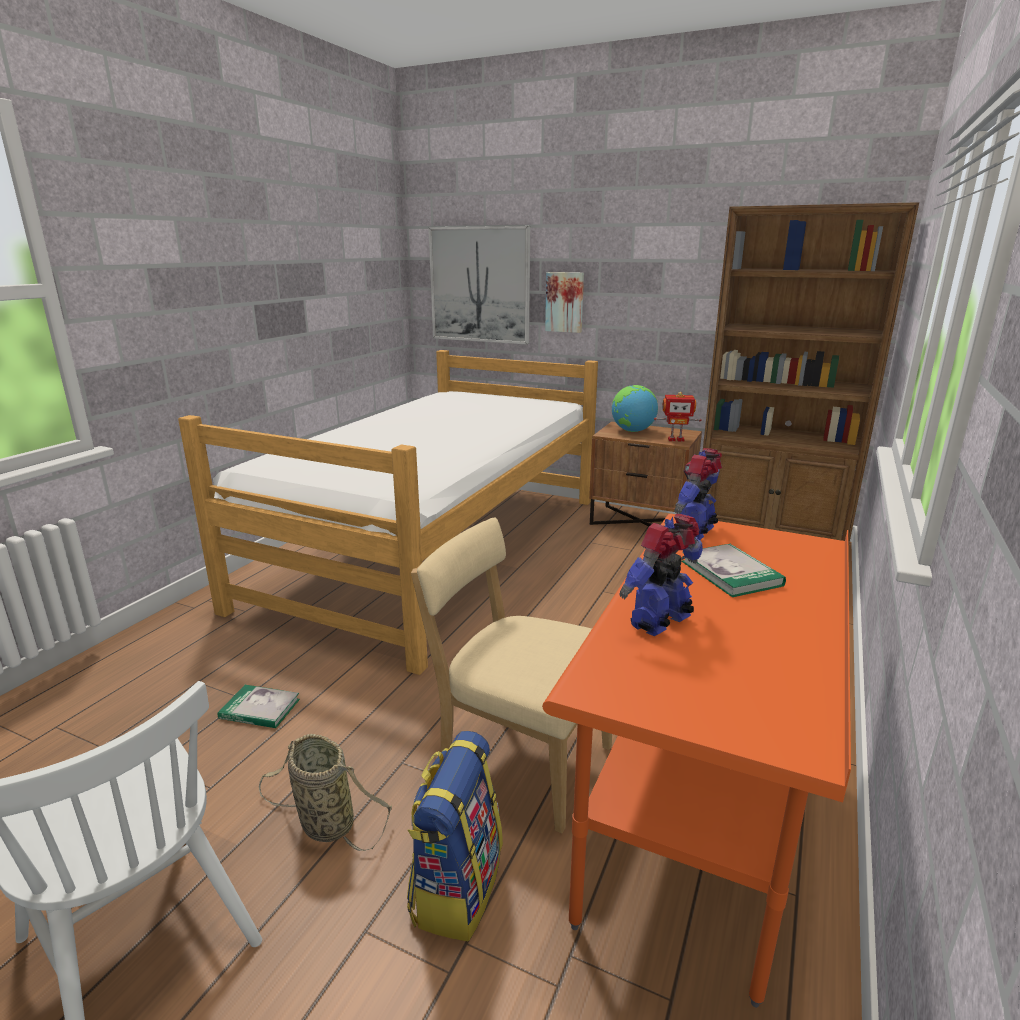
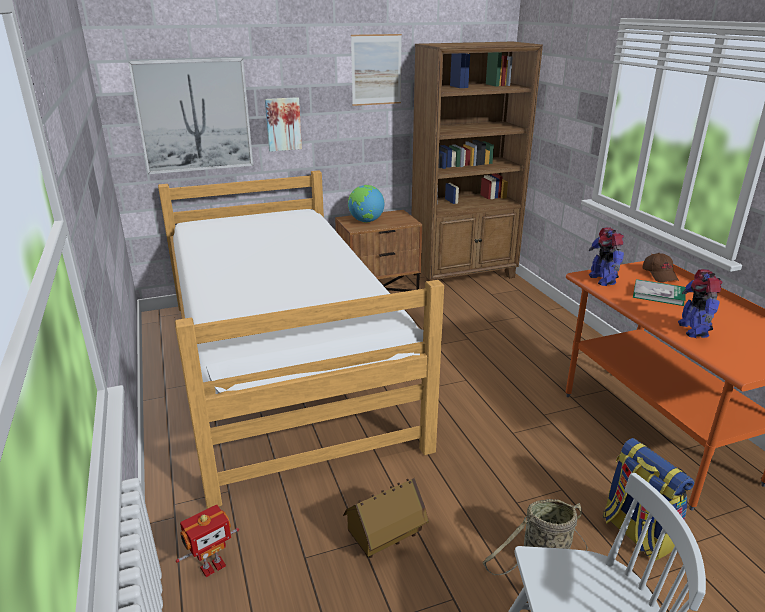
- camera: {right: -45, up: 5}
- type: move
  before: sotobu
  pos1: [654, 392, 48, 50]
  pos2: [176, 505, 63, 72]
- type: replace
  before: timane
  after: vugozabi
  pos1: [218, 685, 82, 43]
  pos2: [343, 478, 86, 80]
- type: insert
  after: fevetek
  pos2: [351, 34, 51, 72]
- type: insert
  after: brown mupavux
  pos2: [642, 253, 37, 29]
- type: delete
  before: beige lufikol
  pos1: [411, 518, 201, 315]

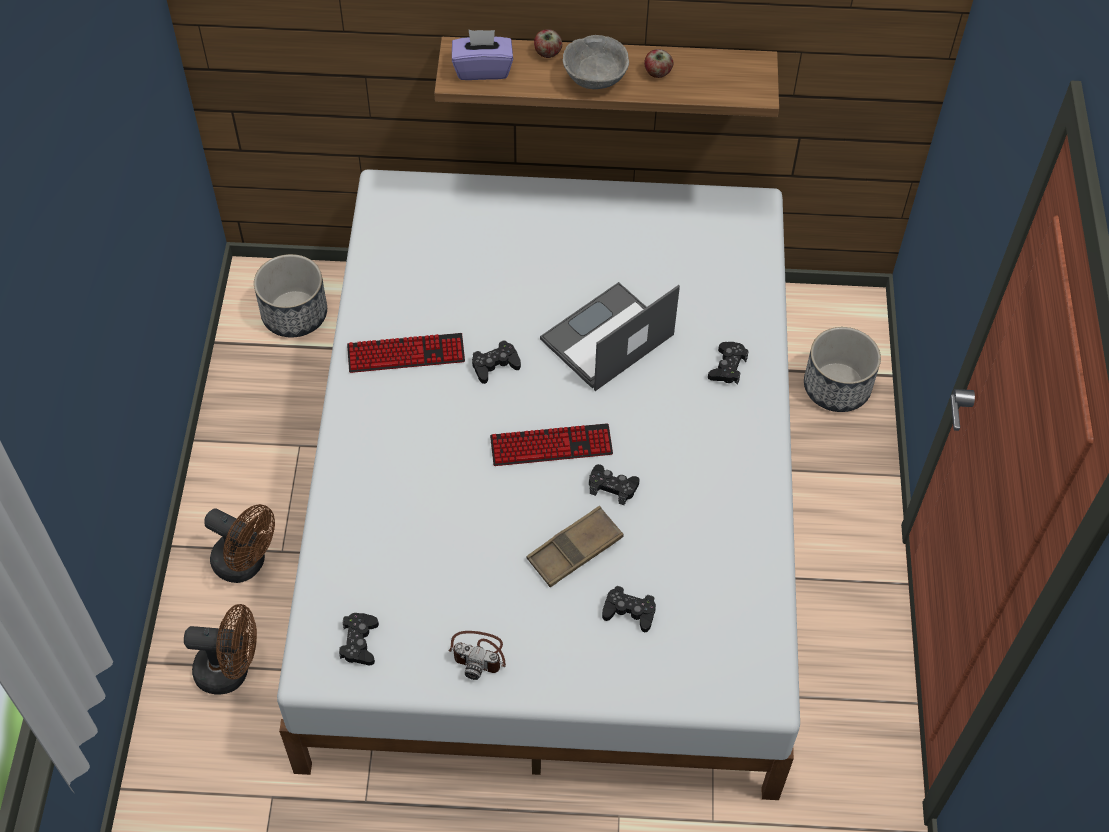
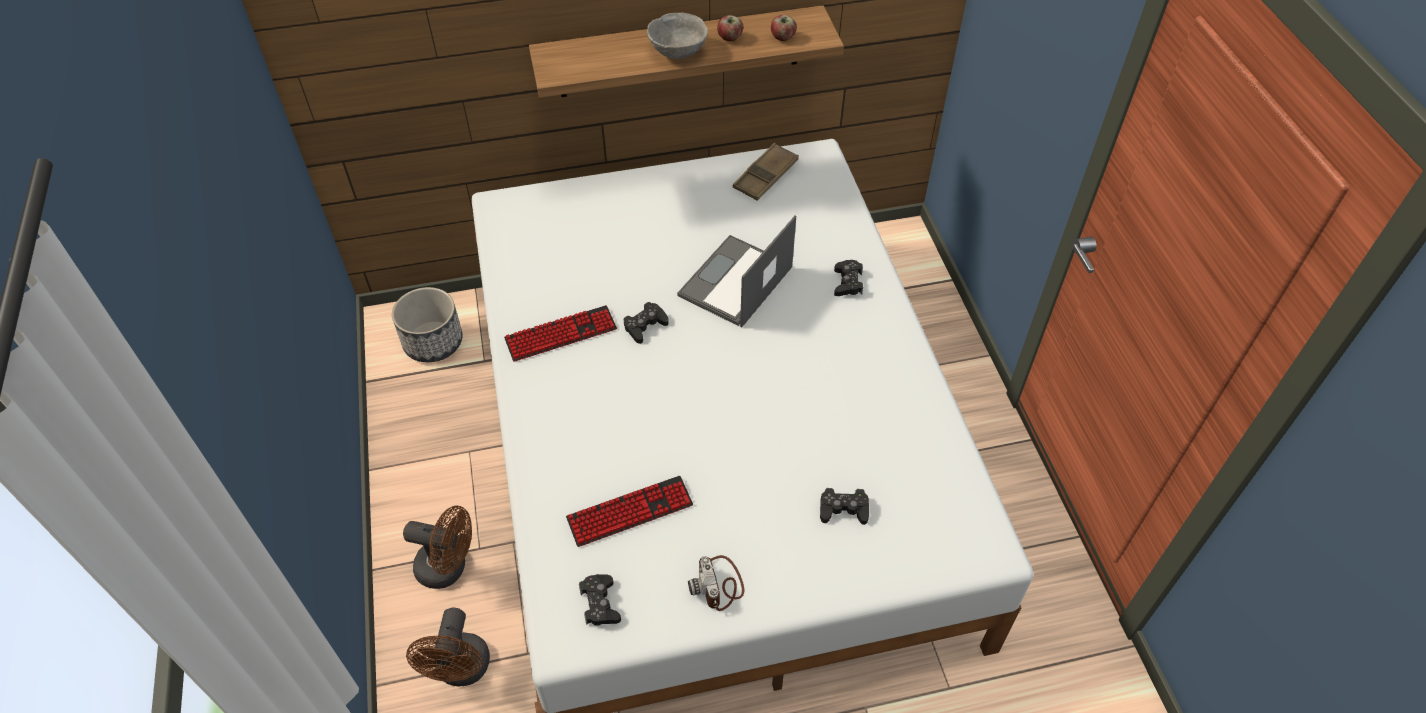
- camera: {right: -15, up: -5}
- type: rotate
  before: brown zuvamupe
  pos1: [184, 604, 73, 91]
  pos2: [406, 608, 84, 78]
  turn: 105
- type: move
  before: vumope
  pos1: [490, 423, 123, 43]
  pos2: [566, 476, 127, 71]
- type: rotate
  before: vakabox
  pos1: [448, 631, 58, 49]
  pos2: [688, 555, 56, 56]
  turn: 75
- type: move
  before: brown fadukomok
  pos1: [526, 506, 98, 81]
  pos2: [733, 143, 66, 58]
- type: move
  before: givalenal
  pos1: [534, 29, 28, 29]
  pos2: [771, 15, 26, 26]
- type: delete
  before: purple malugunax
  pos1: [452, 30, 61, 50]
- type: delete
  before: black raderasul
  pos1: [589, 464, 51, 41]
- type: delete
  before: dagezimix
  pos1: [804, 327, 77, 85]

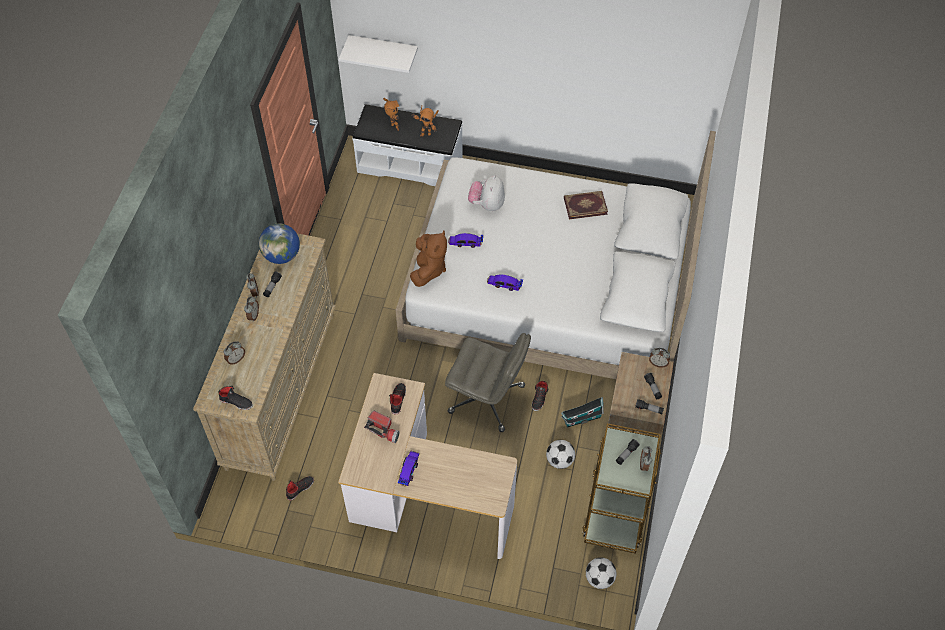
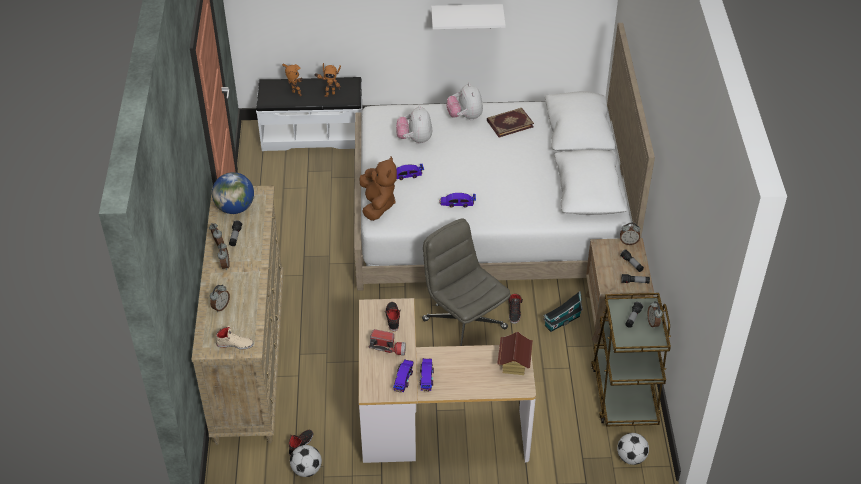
- camera: {right: -15, up: -10}
- type: recolor
  before: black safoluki
  after: beige safoluki
  pos1: [218, 386, 35, 24]
  pos2: [216, 326, 38, 24]
- type: move
  before: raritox
  pos1: [546, 440, 29, 29]
  pos2: [290, 445, 32, 32]
- type: insert
  after: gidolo
  pos2: [393, 359, 21, 34]
- type: rotate
  before: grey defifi
  pos1: [445, 333, 86, 99]
  pos2: [422, 219, 89, 127]
  turn: -135
- type: move
  before: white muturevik
  pos1: [339, 35, 79, 38]
  pos2: [431, 4, 75, 25]
- type: insert
  after: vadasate
  pos2: [446, 83, 37, 37]
- type: insert
  after: vugozabi
  pos2: [497, 332, 36, 43]

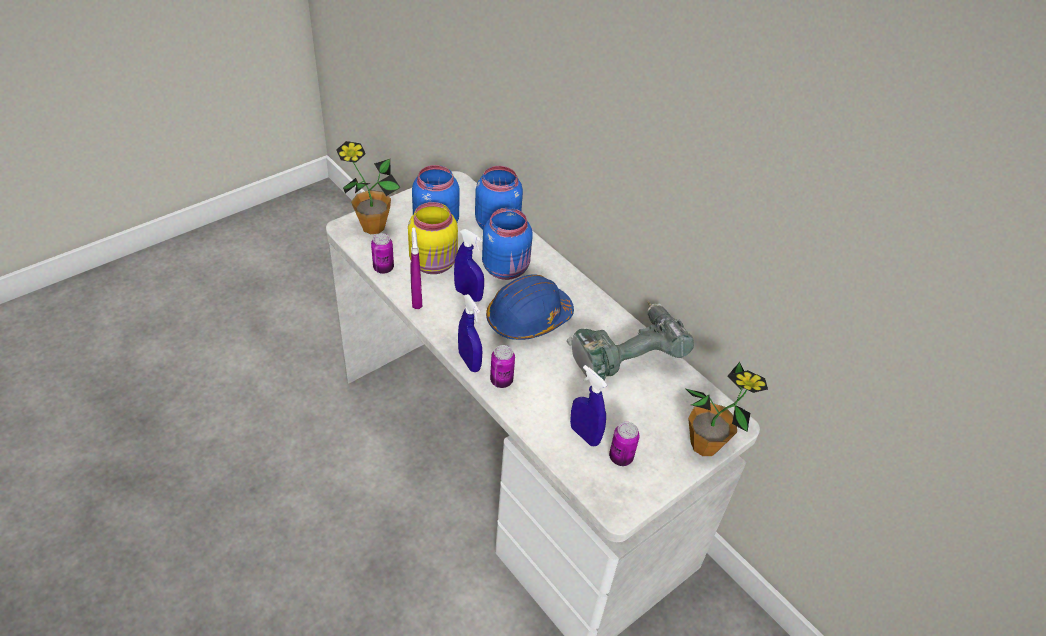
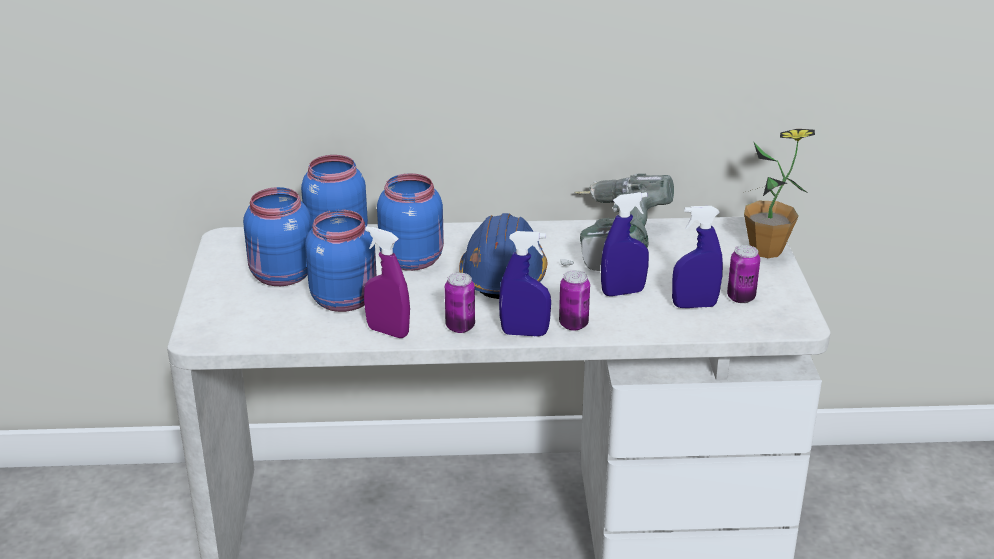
- camera: {right: -50, up: -15}
- type: recolor
  before: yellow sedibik
  after: blue sedibik
  pos1: [408, 202, 50, 72]
  pos2: [305, 210, 72, 102]
- type: move
  before: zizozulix
  pos1: [371, 233, 23, 41]
  pos2: [445, 273, 30, 60]
- type: move
  before: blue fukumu
  pos1: [454, 229, 30, 73]
  pos2: [601, 192, 48, 104]
- type: delete
  before: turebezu
  pos1: [336, 141, 65, 93]

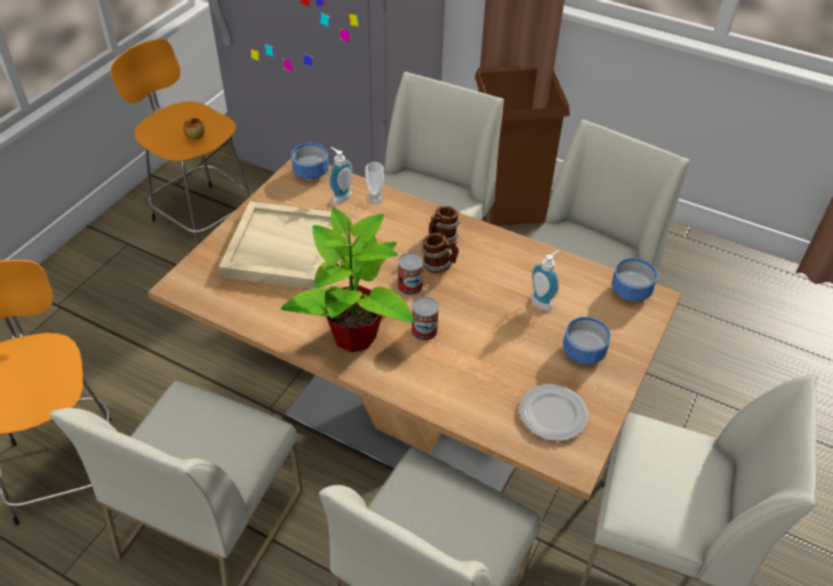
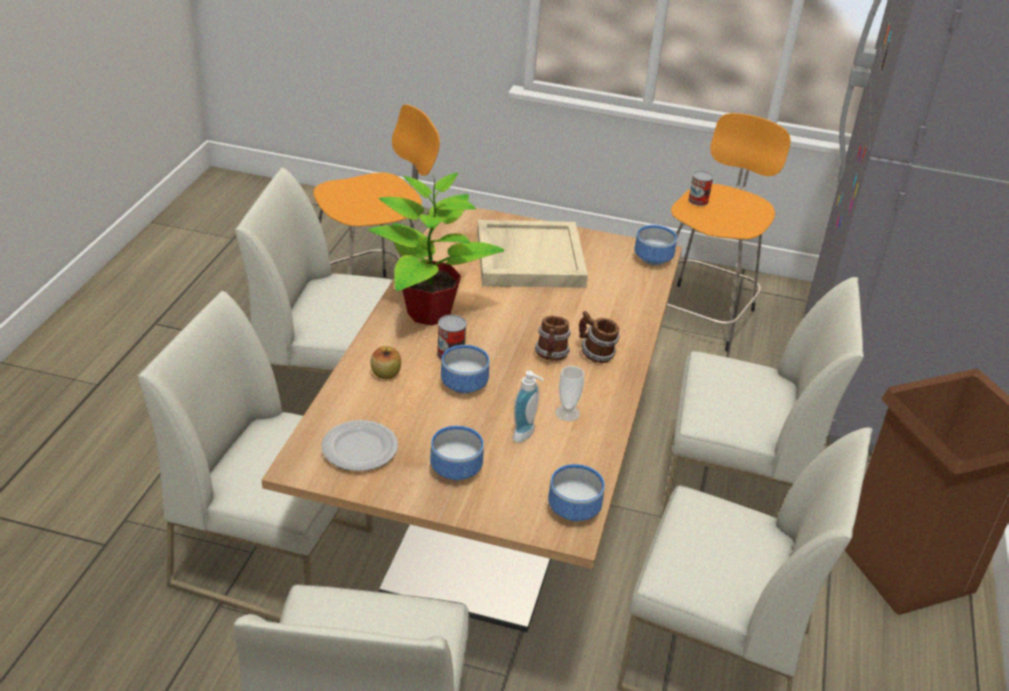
- camera: {right: 75, up: -10}
- type: move
  before: givalenal
  pos1: [183, 118, 22, 22]
  pos2: [370, 346, 31, 33]
- type: insert
  after: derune
  pos2: [441, 345, 48, 49]
- type: move
  before: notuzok
  pos1: [365, 162, 20, 42]
  pos2: [555, 366, 30, 55]
- type: move
  before: zizozulix
  pos1: [398, 253, 25, 42]
  pos2: [688, 171, 25, 35]
- type: delete
  before: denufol
  pos1: [329, 147, 24, 57]

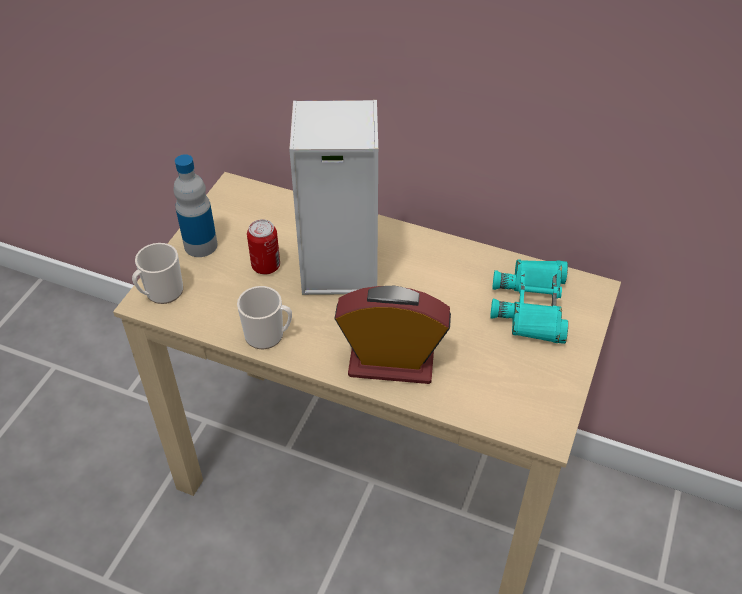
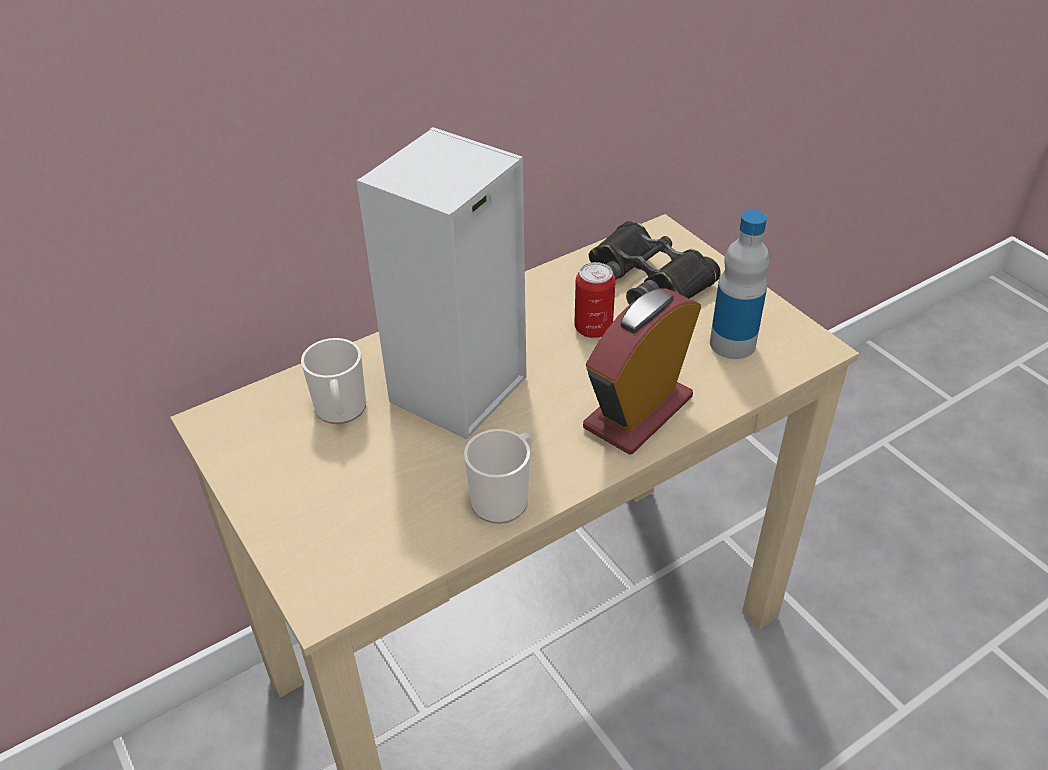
- camera: {right: -55, up: -5}
- type: move
  before: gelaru
  pos1: [132, 243, 51, 61]
  pos2: [301, 338, 65, 86]
- type: move
  before: zizozulix
  pos1: [247, 219, 33, 56]
  pos2: [574, 262, 42, 76]
- type: recolor
  before: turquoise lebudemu
  after: black lebudemu
  pos1: [490, 260, 78, 84]
  pos2: [589, 221, 132, 84]
- type: move
  before: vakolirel
  pos1: [174, 154, 44, 103]
  pos2: [710, 210, 59, 149]

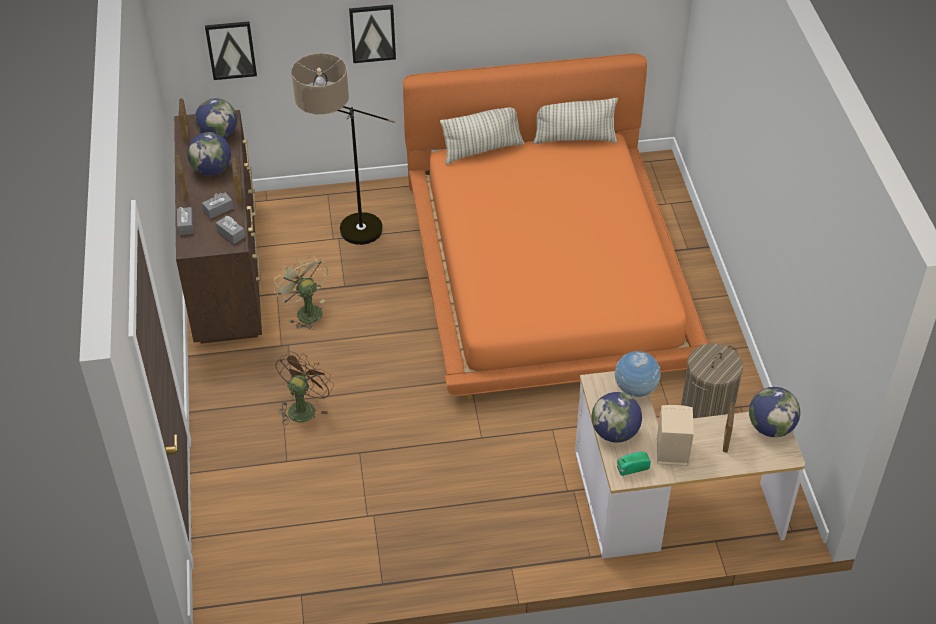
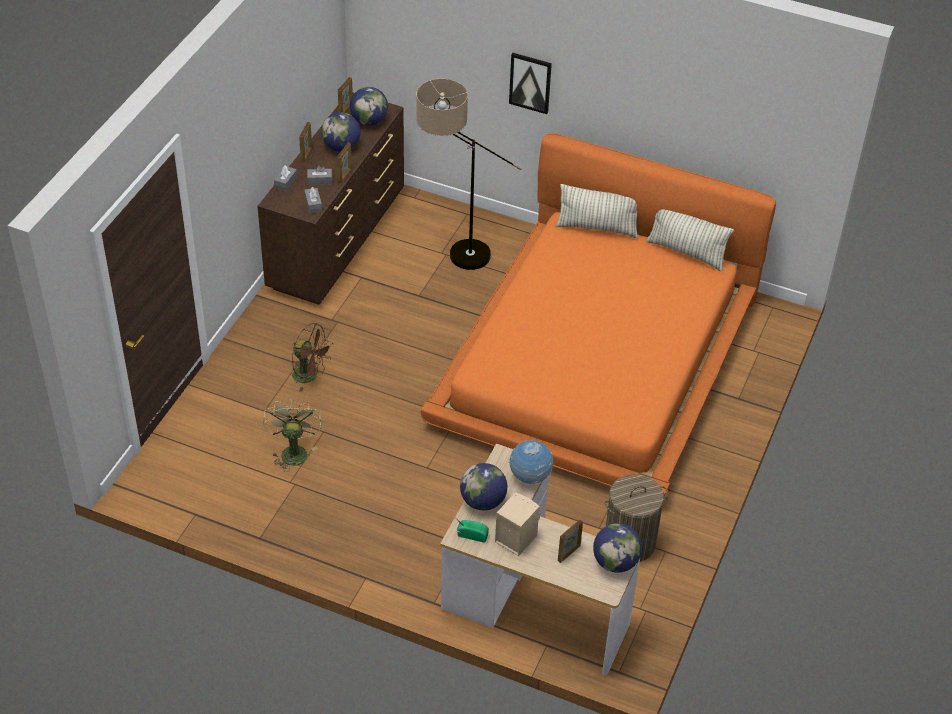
- camera: {right: 30, up: 0}
- type: move
  before: green zuvamupe
  pos1: [273, 254, 55, 76]
  pos2: [263, 399, 59, 73]
- type: rotate
  before: brown zuvamupe
  pos1: [275, 351, 59, 74]
  pos2: [291, 323, 42, 69]
  turn: 60
- type: delete
  before: fevetek
  pos1: [205, 21, 52, 59]

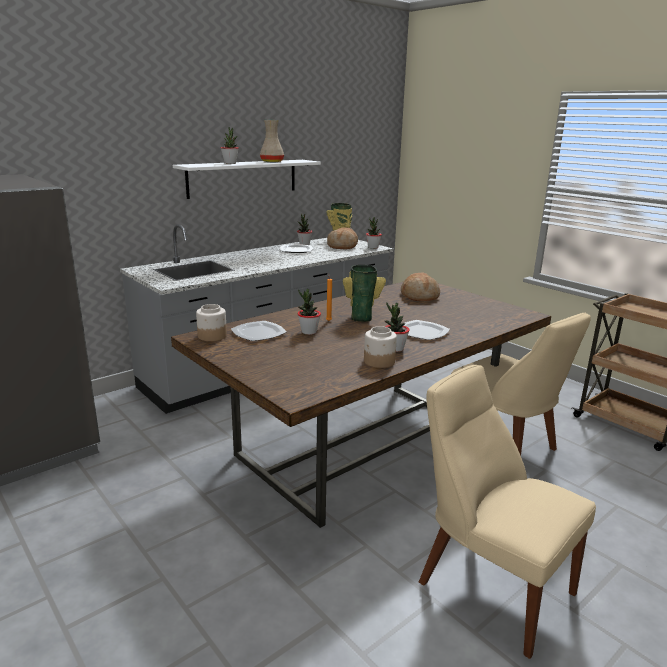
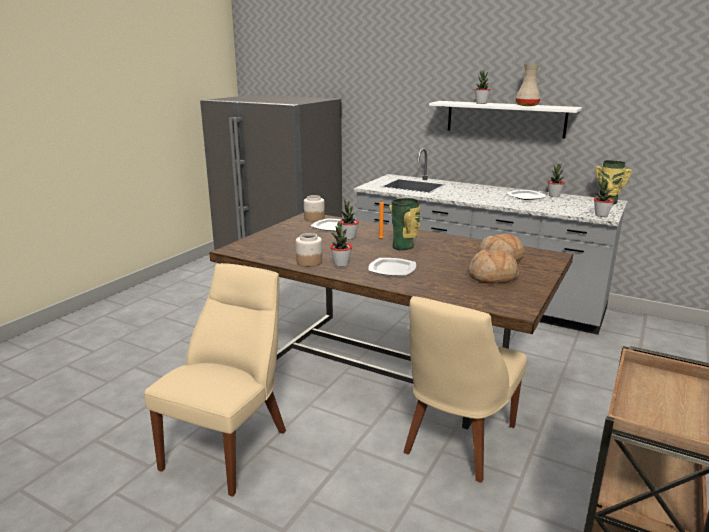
- camera: {right: 70, up: 0}
- type: move
  before: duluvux
  pos1: [327, 228, 31, 21]
  pos2: [468, 250, 51, 34]

